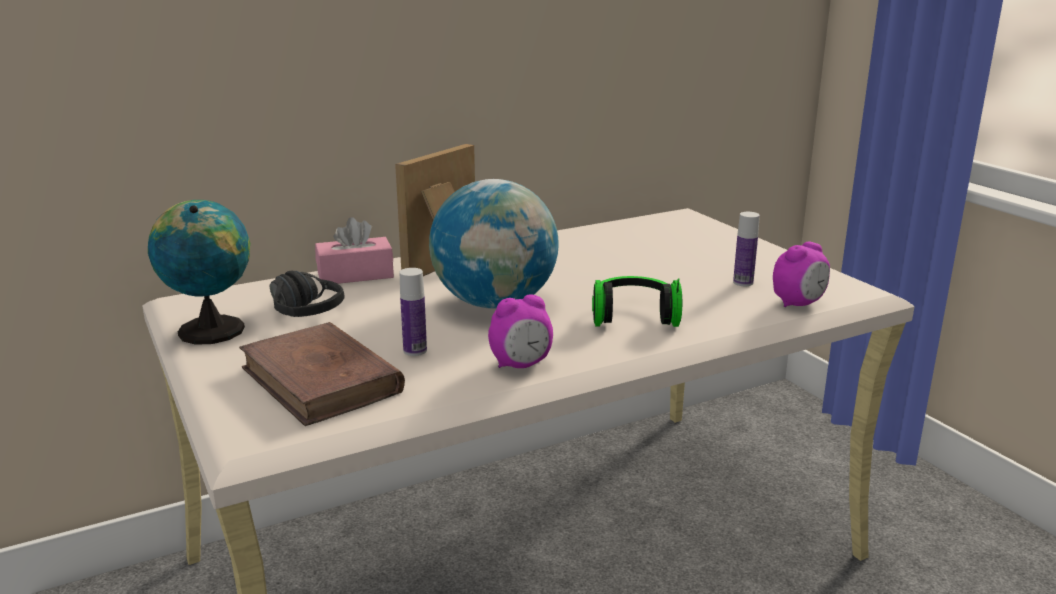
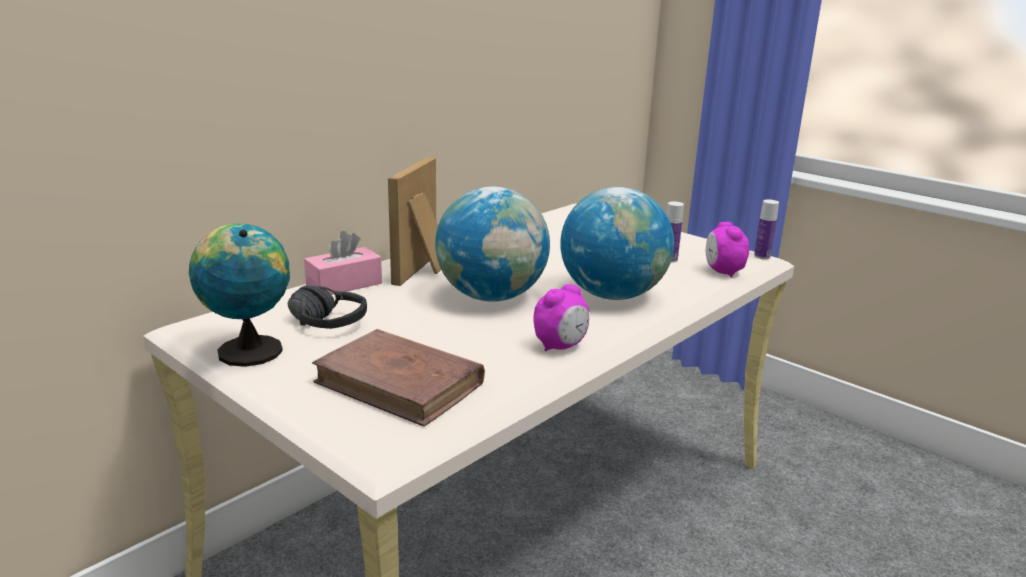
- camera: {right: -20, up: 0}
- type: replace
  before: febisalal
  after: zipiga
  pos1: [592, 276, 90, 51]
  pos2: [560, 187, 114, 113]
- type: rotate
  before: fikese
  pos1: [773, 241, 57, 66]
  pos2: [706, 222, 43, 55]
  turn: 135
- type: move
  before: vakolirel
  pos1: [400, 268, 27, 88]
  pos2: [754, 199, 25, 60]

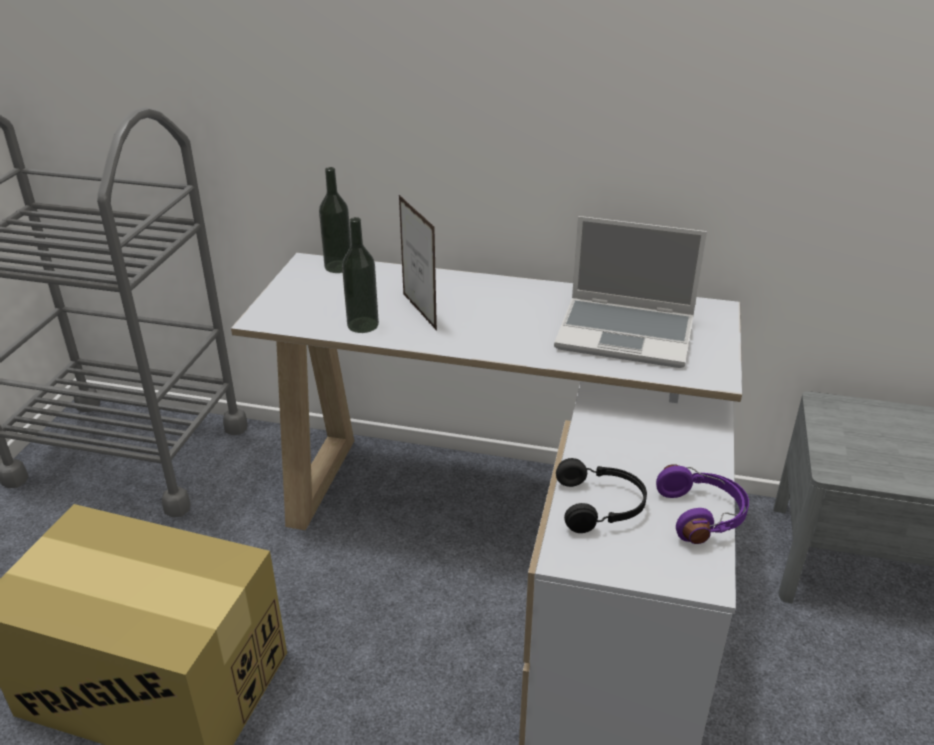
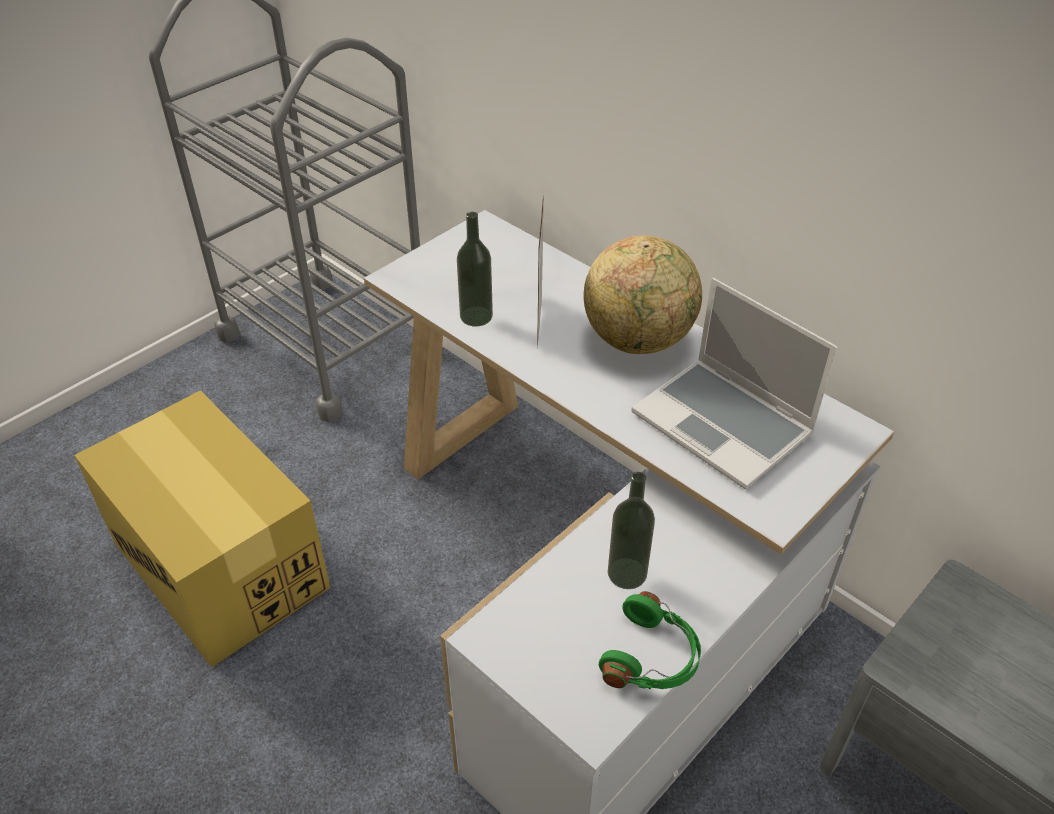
- camera: {right: 30, up: 10}
- type: insert
  after: zipiga
  pos2: [584, 235, 118, 119]
- type: recolor
  before: purple febisalal
  after: green febisalal
  pos1: [656, 464, 93, 80]
  pos2: [599, 591, 102, 98]
- type: move
  before: vakolirel
  pos1: [319, 167, 32, 106]
  pos2: [608, 472, 47, 117]
- type: delete
  before: black febisalal
  pos1: [556, 458, 91, 75]

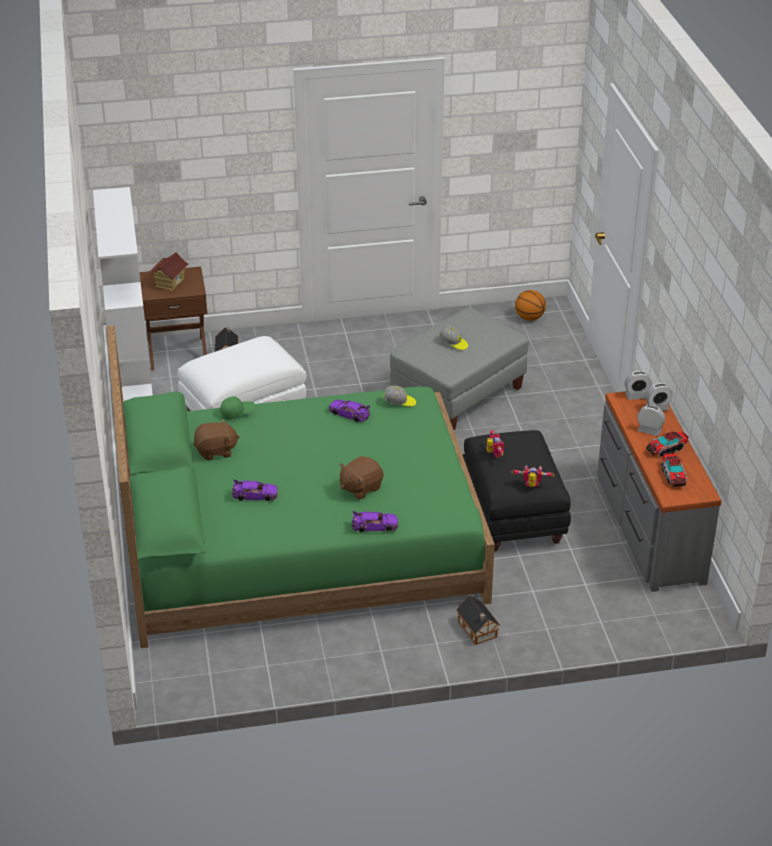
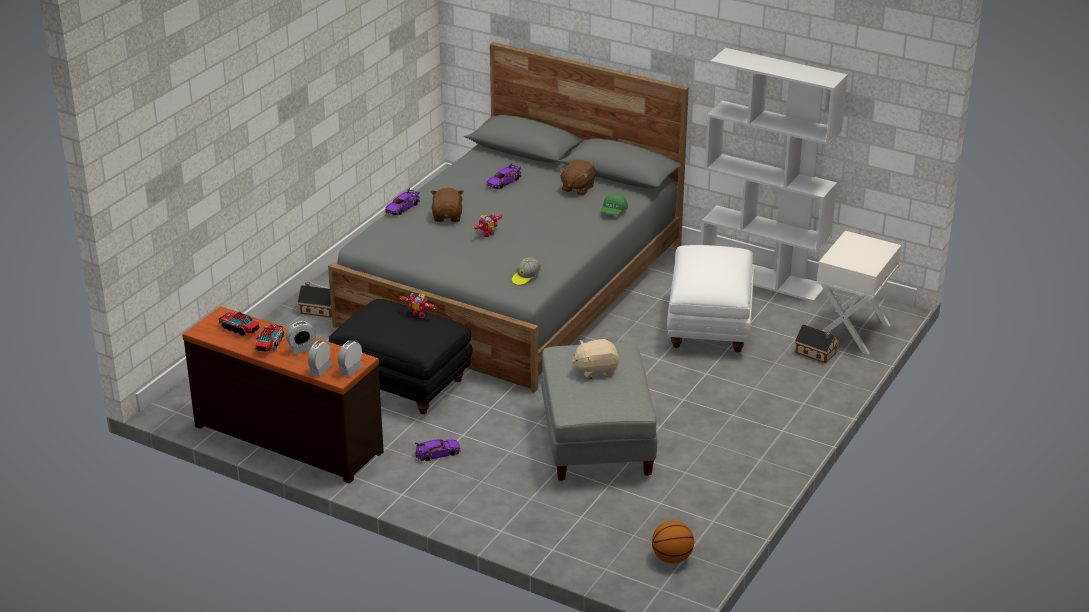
- camera: {right: 130, up: -5}
- type: recolor
  before: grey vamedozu
  after: brown vamedozu
  pos1: [597, 391, 125, 201]
  pos2: [182, 306, 202, 178]
- type: recolor
  before: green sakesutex
  after: grey sakesutex
  pos1: [107, 325, 388, 323]
  pos2: [328, 42, 361, 351]
- type: move
  before: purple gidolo
  pos1: [329, 399, 41, 23]
  pos2: [415, 439, 46, 22]
- type: move
  before: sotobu
  pos1: [511, 465, 44, 22]
  pos2: [473, 213, 30, 24]
- type: replace
  before: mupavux
  after: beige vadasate
  pos1: [439, 325, 29, 25]
  pos2: [572, 339, 47, 40]
- type: recolor
  before: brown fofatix
  after: white fofatix
  pos1: [139, 266, 69, 105]
  pos2: [817, 231, 84, 123]
- type: delete
  before: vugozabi
  pos1: [148, 252, 41, 39]

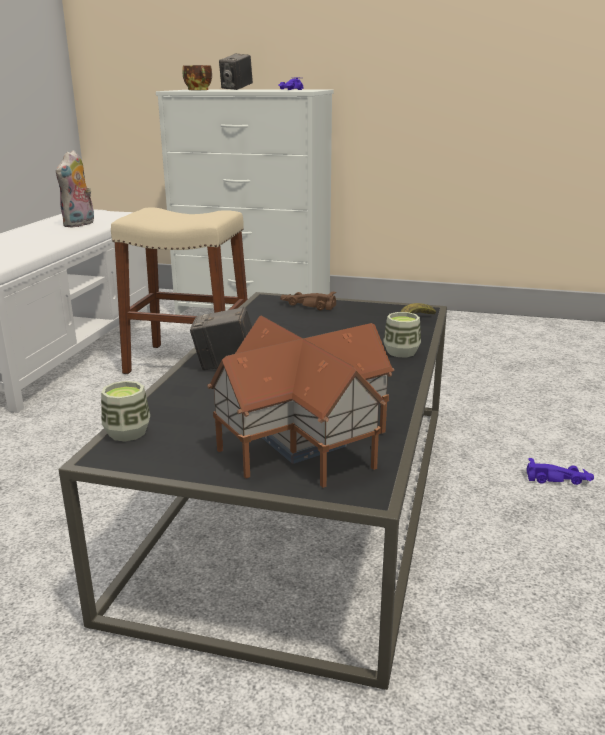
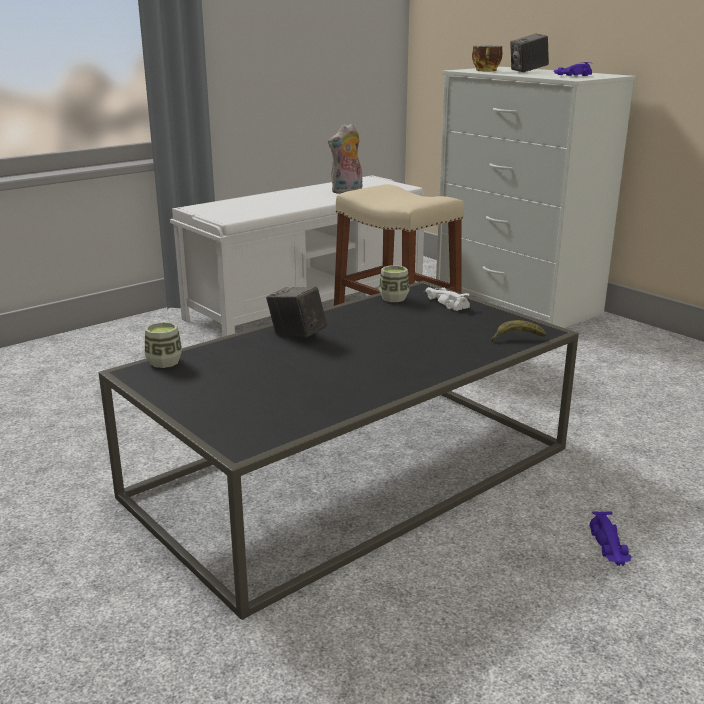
- camera: {right: 35, up: 0}
- type: move
  before: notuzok
  pos1: [383, 312, 38, 45]
  pos2: [379, 265, 30, 37]
- type: recolor
  before: brown gidolo
  after: white gidolo
  pos1: [280, 292, 56, 19]
  pos2: [424, 287, 46, 24]
- type: rotate
  before: purple gidolo
  pos1: [527, 458, 67, 27]
  pos2: [589, 511, 42, 55]
  turn: 45
- type: delete
  before: vugozabi
  pos1: [207, 315, 188, 173]

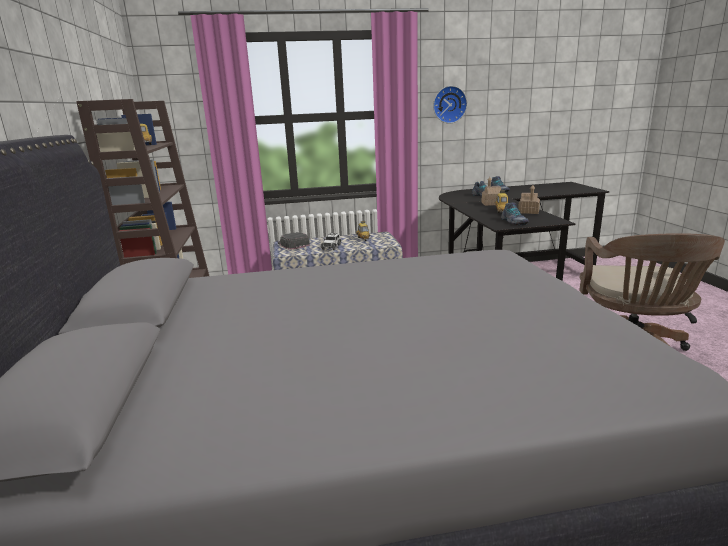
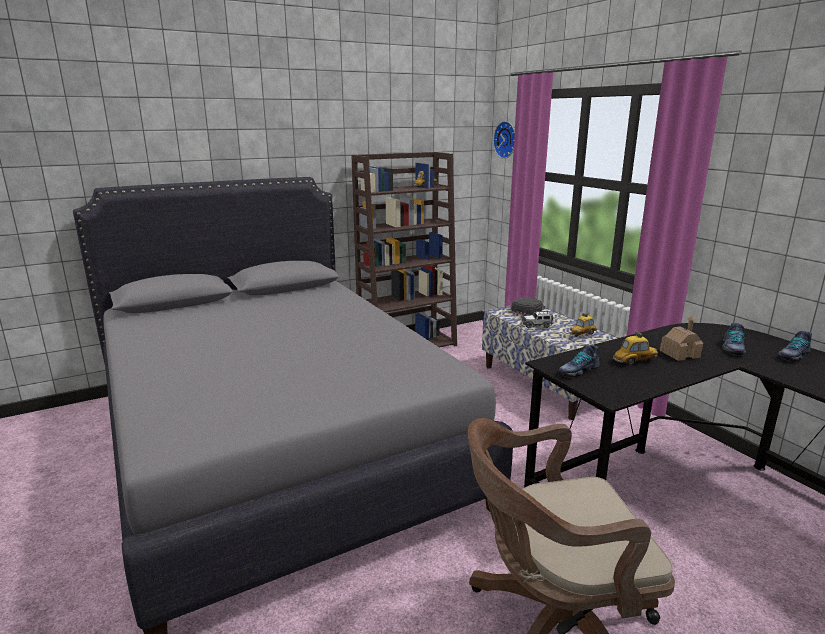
- camera: {right: 70, up: 0}
- type: move
  before: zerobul
  pos1: [433, 86, 34, 37]
  pos2: [493, 121, 22, 38]
- type: delete
  before: vugozabi
  pos1: [518, 185, 22, 29]

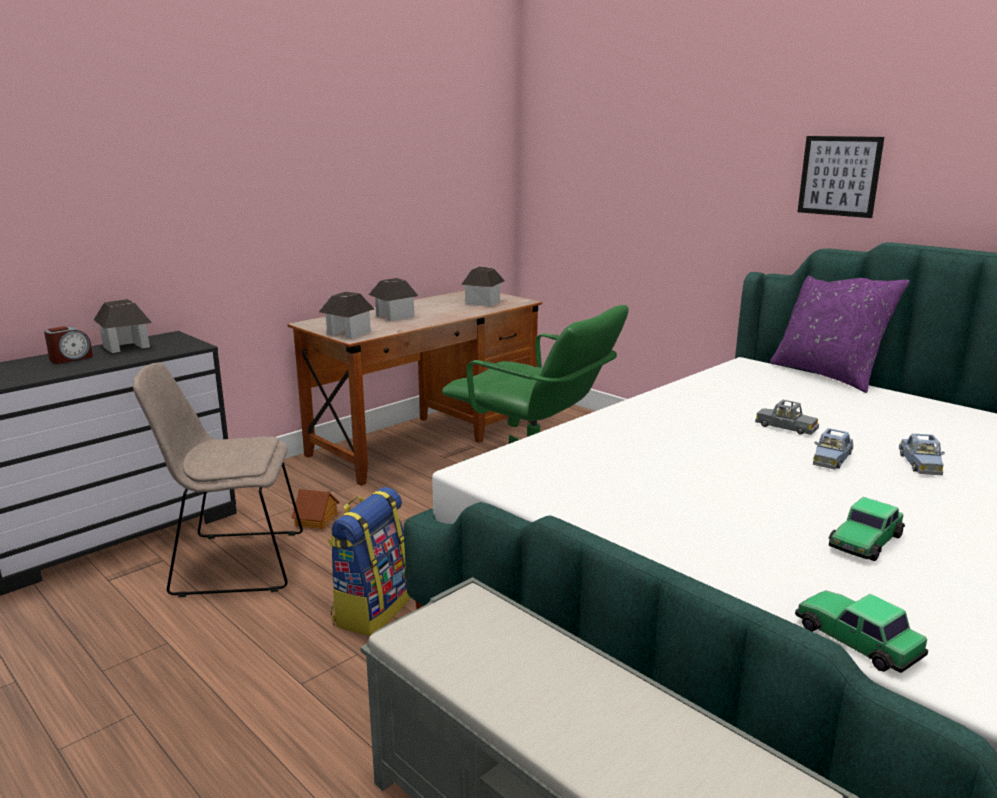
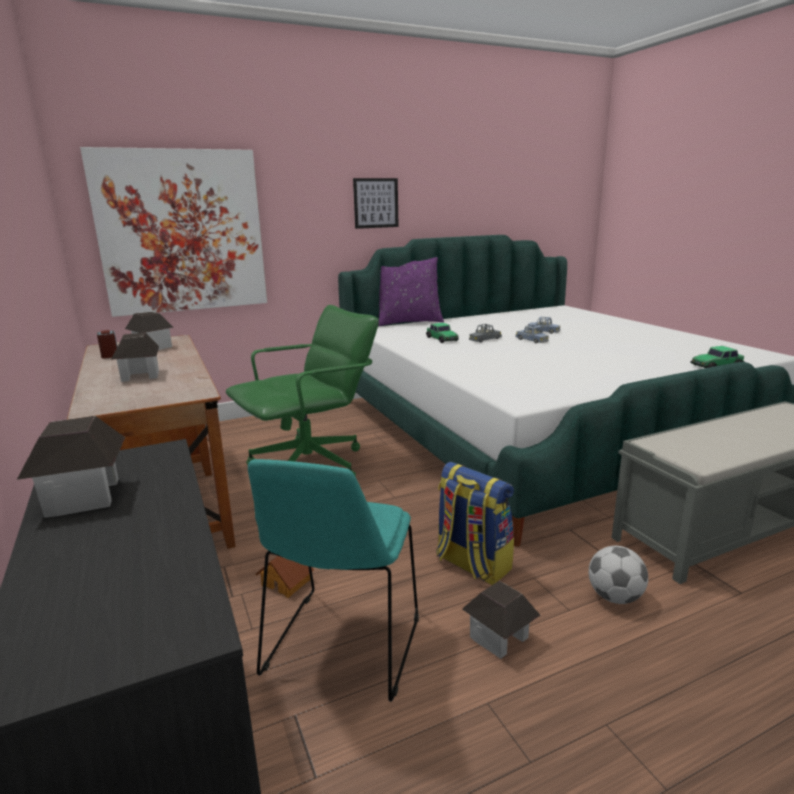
- camera: {right: -70, up: 0}
- type: insert
  after: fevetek
  pos2: [80, 147, 187, 170]
- type: move
  before: fikese
  pos1: [44, 326, 49, 38]
  pos2: [97, 330, 20, 28]
- type: recolor
  before: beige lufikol
  after: turquoise lufikol
  pos1: [133, 362, 170, 235]
  pos2: [248, 459, 171, 243]
- type: move
  before: gidolo
  pos1: [828, 497, 77, 64]
  pos2: [426, 323, 33, 20]
- type: move
  before: vugozabi
  pos1: [319, 292, 55, 47]
  pos2: [462, 581, 78, 78]
- type: insert
  after: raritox
  pos2: [589, 546, 59, 58]

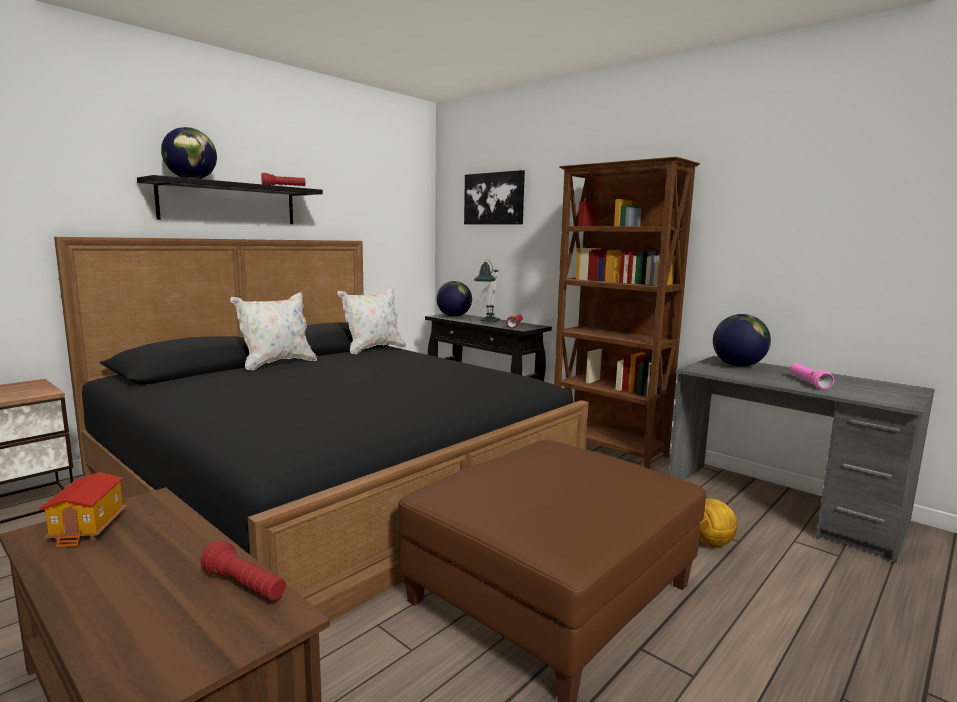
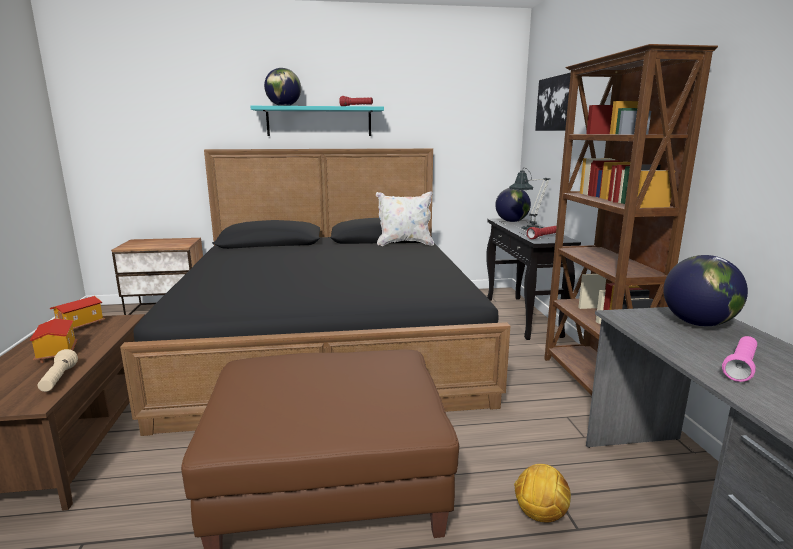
- camera: {right: 40, up: 5}
- type: insert
  after: vugozabi
  pos2: [30, 318, 47, 45]
- type: recolor
  before: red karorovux
  after: beige karorovux
  pos1: [201, 541, 85, 60]
  pos2: [38, 349, 40, 43]
- type: recolor
  before: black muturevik
  after: turquoise muturevik
  pos1: [137, 175, 186, 49]
  pos2: [250, 106, 134, 30]
- type: delete
  before: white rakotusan
  pos1: [230, 292, 87, 78]

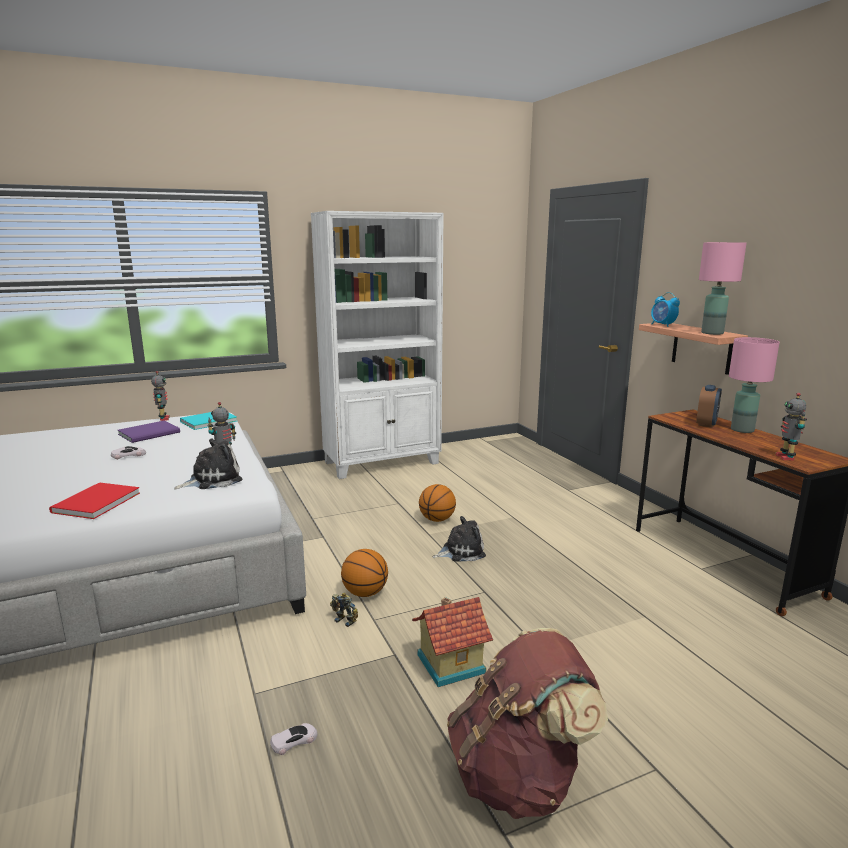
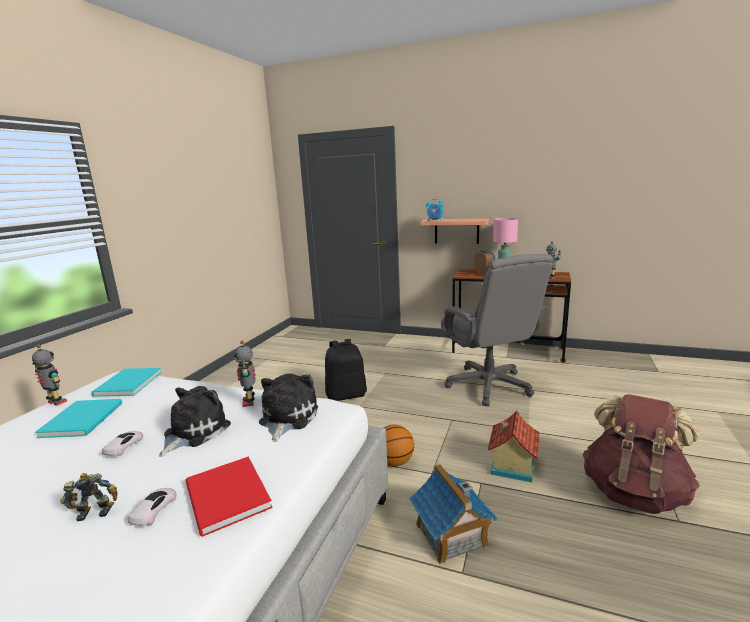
- camera: {right: -45, up: 0}
- type: recolor
  before: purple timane
  after: turquoise timane
  pos1: [118, 421, 62, 22]
  pos2: [35, 399, 87, 39]
- type: move
  before: sotobu
  pos1: [330, 592, 28, 35]
  pos2: [60, 473, 58, 48]
- type: move
  before: white gidolo
  pos1: [270, 723, 48, 32]
  pos2: [128, 488, 49, 38]
- type: move
  before: vadasate
  pos1: [433, 516, 53, 46]
  pos2: [159, 386, 72, 71]
- type: replace
  before: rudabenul
  after: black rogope
  pos1: [419, 484, 37, 38]
  pos2: [325, 339, 42, 62]
- type: insert
  after: vugozabi
  pos2: [409, 464, 88, 100]
- type: insert
  after: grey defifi
  pos2: [441, 254, 112, 152]
- type: delete
  before: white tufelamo
  pos1: [311, 211, 133, 268]
- type: delete
  before: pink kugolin
  pos1: [699, 242, 48, 93]

